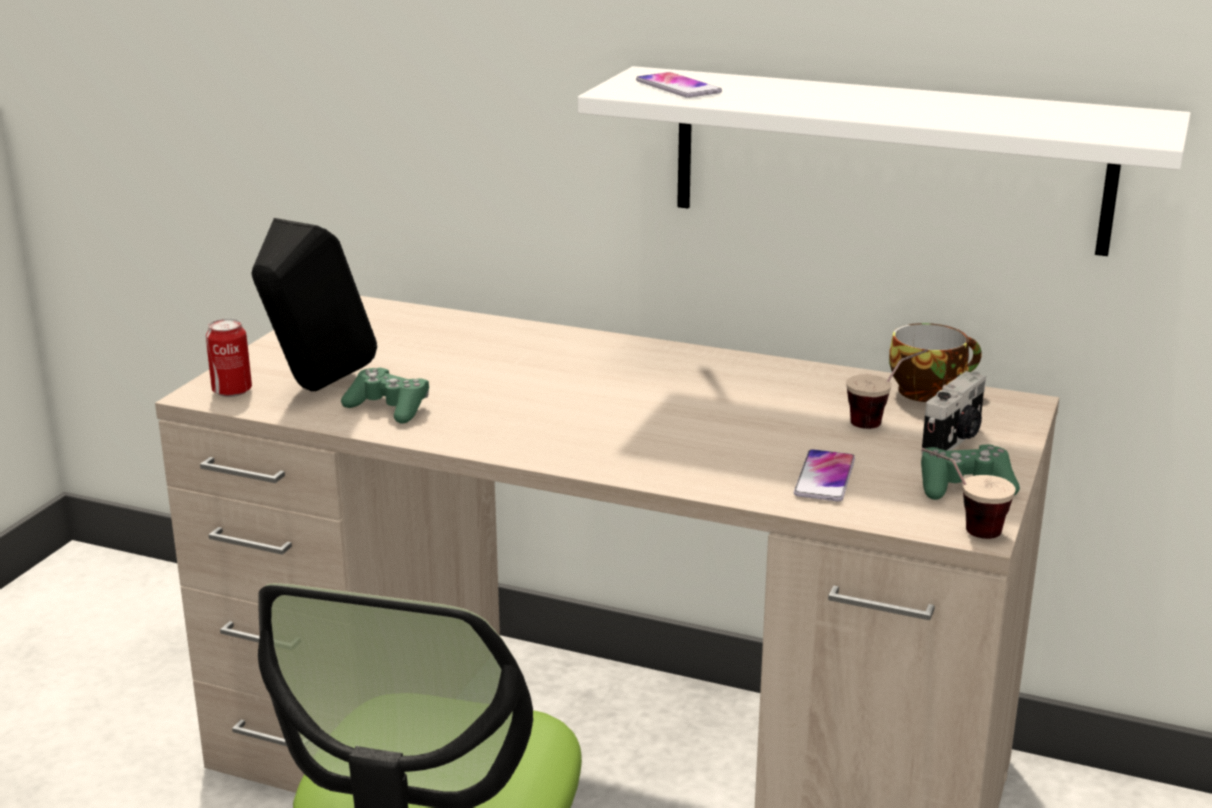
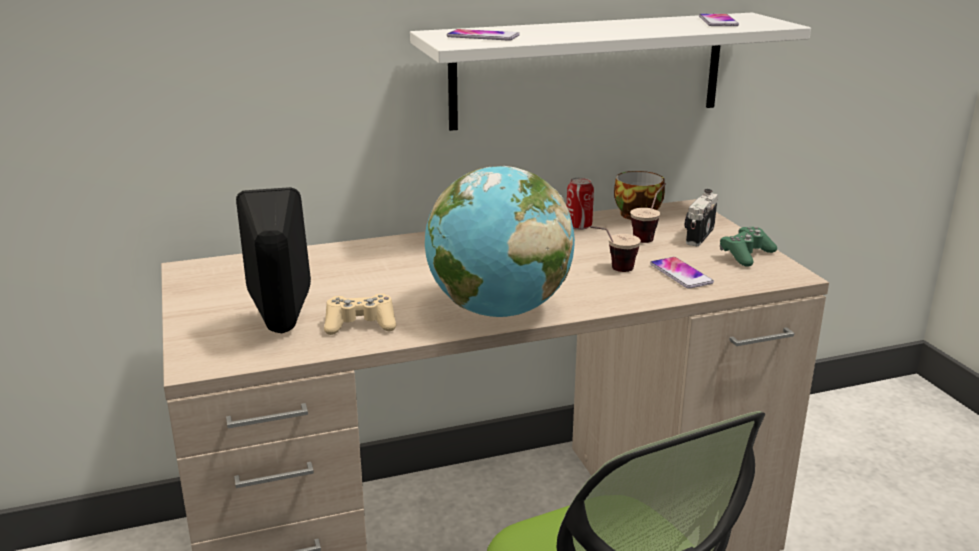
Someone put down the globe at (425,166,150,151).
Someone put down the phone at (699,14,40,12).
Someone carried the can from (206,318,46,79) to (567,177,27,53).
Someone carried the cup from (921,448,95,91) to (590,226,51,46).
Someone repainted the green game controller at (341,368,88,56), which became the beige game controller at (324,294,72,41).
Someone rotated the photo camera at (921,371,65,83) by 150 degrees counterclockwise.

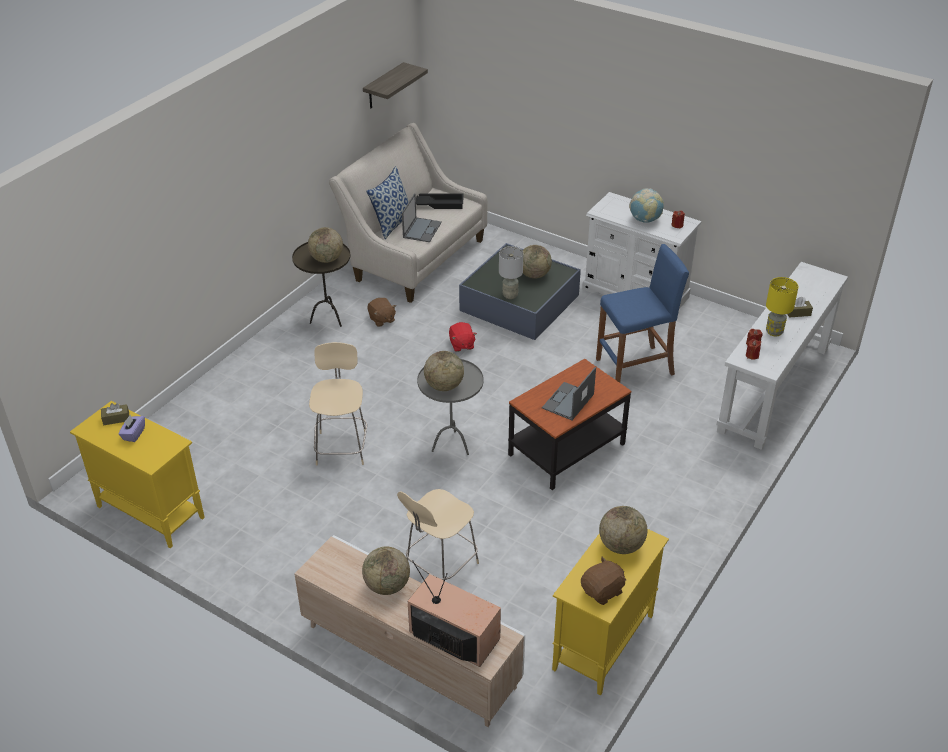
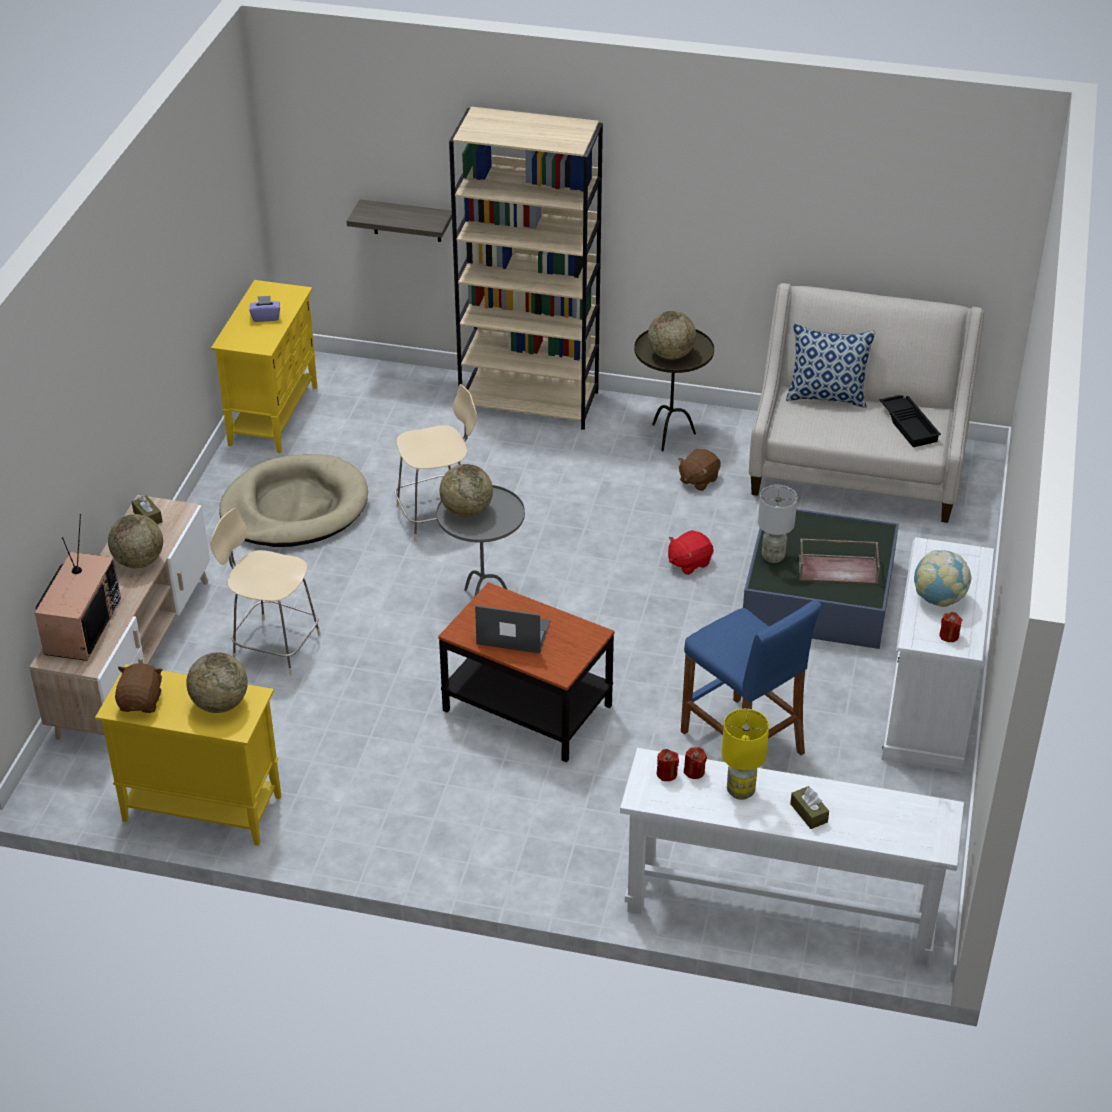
Someone took away the laptop at (402,193,40,49).
Someone put down the beige dog bed at (219,454,149,93).
Someone put down the beige bookcase at (449,106,154,324).
Someone carried the brown tissue box from (101,403,28,22) to (132,495,31,29).
Someone carried the shelf from (363,62,65,46) to (347,200,105,42).
Someone swapped the globe at (523,245,29,33) for the brown tray at (798,539,82,45).
Someone rotated the brown plush toy at (581,557,45,48) by 120 degrees counterclockwise.

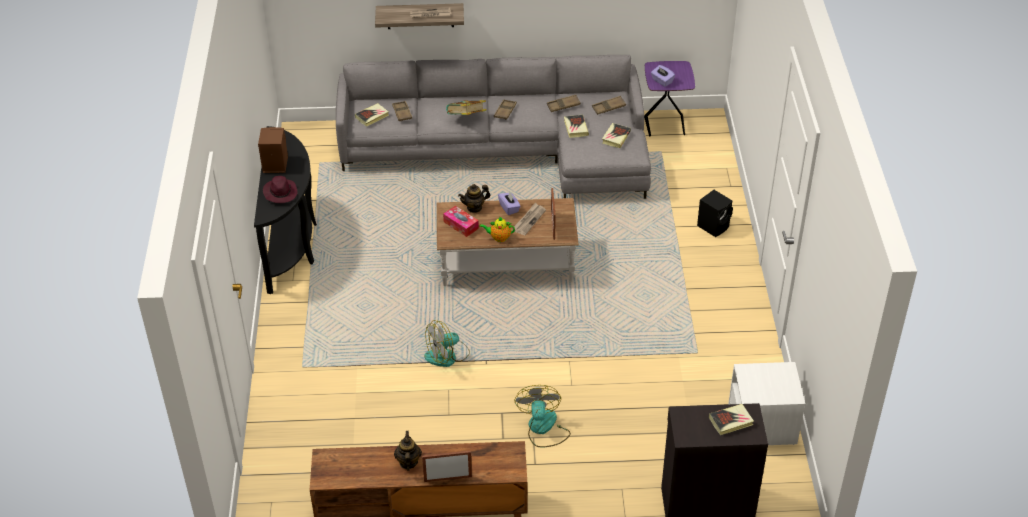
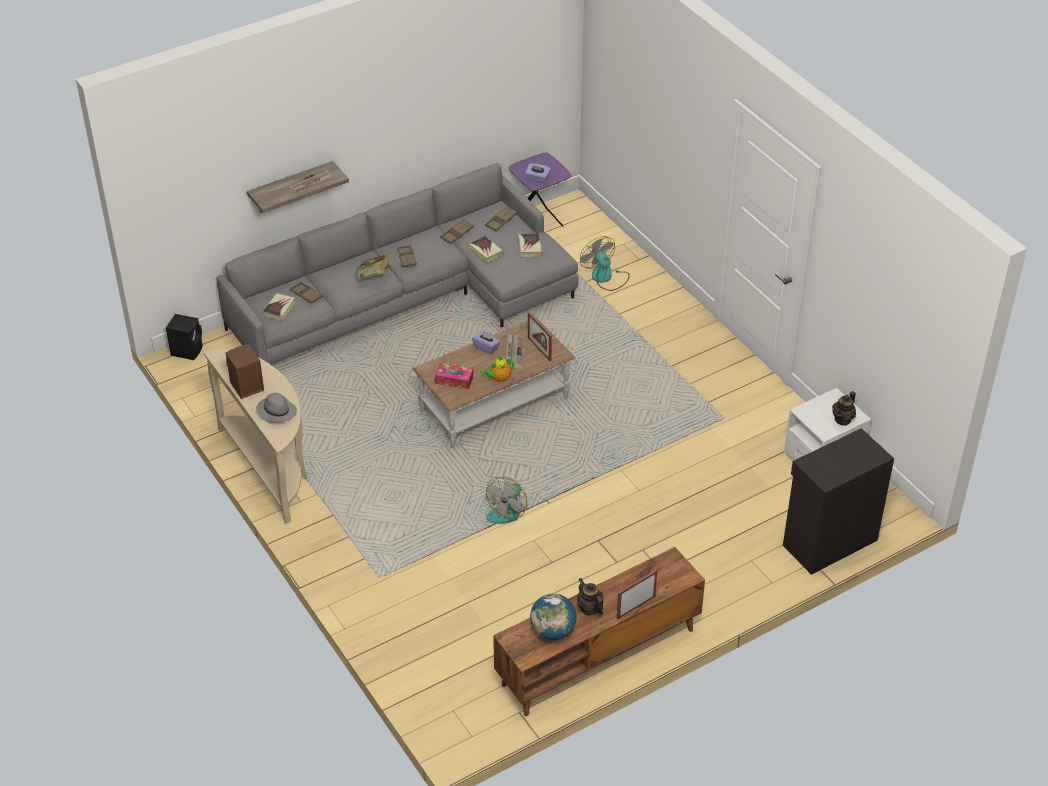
Someone took away the book at (709,404,45,31).
Someone put down the globe at (530,593,47,47).
Someone carried the teapot from (458,184,32,29) to (832,391,24,35).
Someone carried the fan from (515,385,56,62) to (580,236,50,55).
Someone carried the black speaker from (697,190,36,47) to (166,314,37,46).
Someone repainted the black console table at (254,126,63,168), which became the beige console table at (204,350,104,174).
Someone repainted the purple hat at (263,176,35,27), which became the grey hat at (256,393,41,30).

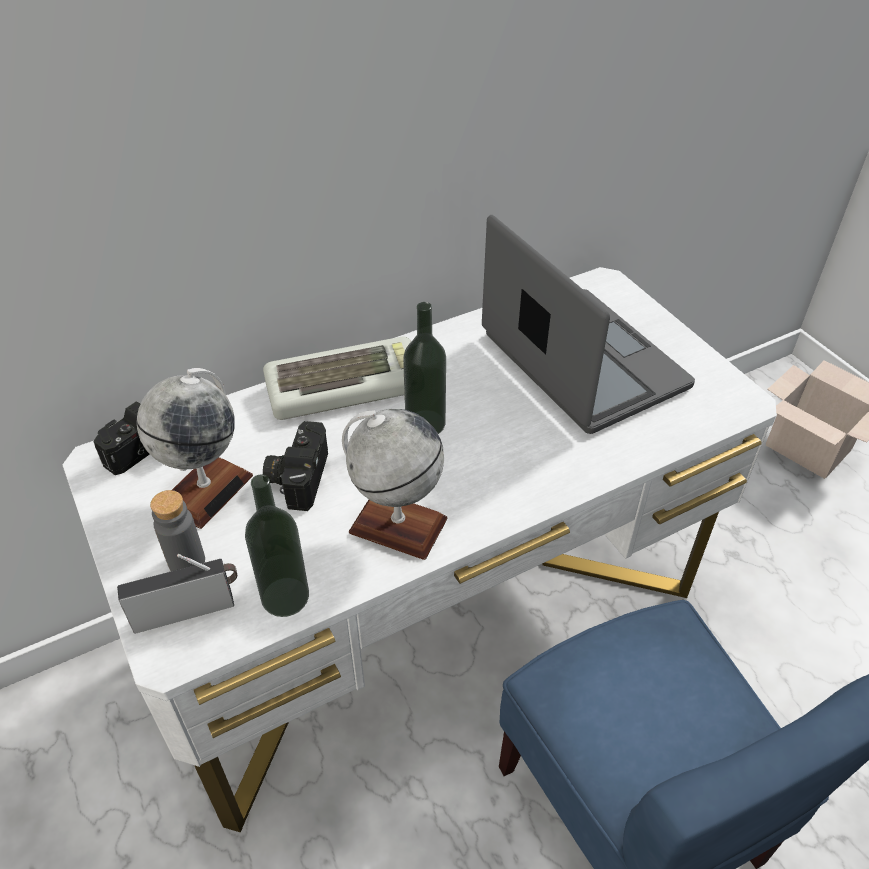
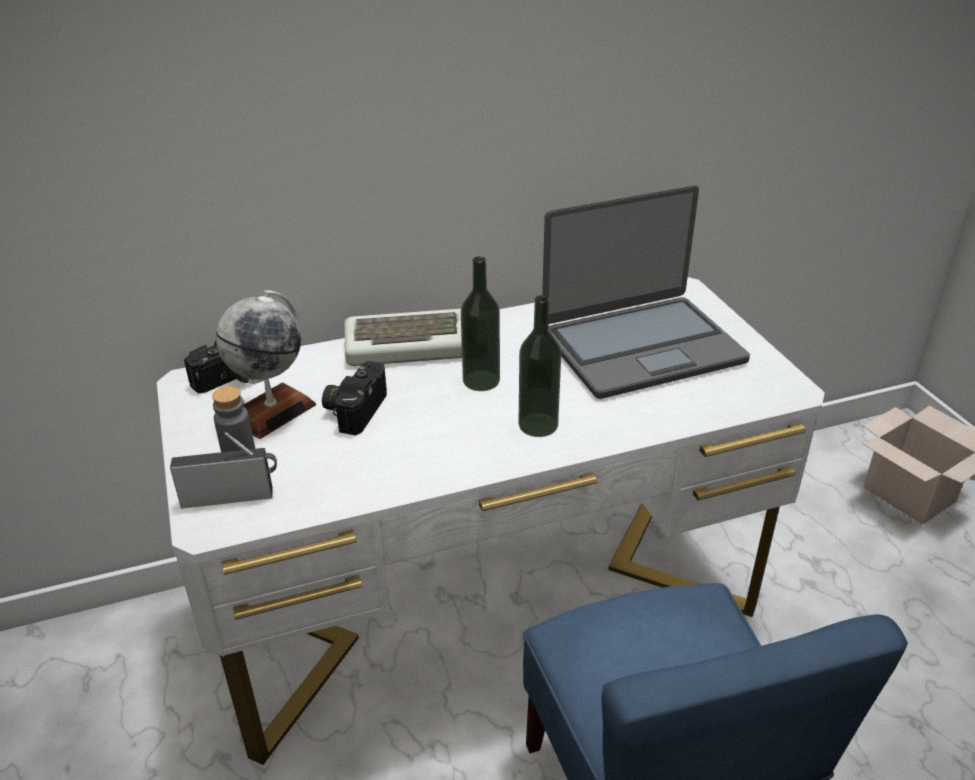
Someone took away the globe at (342,409,106,151).
Someone carried the bottle from (245,474,64,143) to (518,295,43,142).
Someone rotated the laptop at (482,215,213,219) by 90 degrees clockwise.

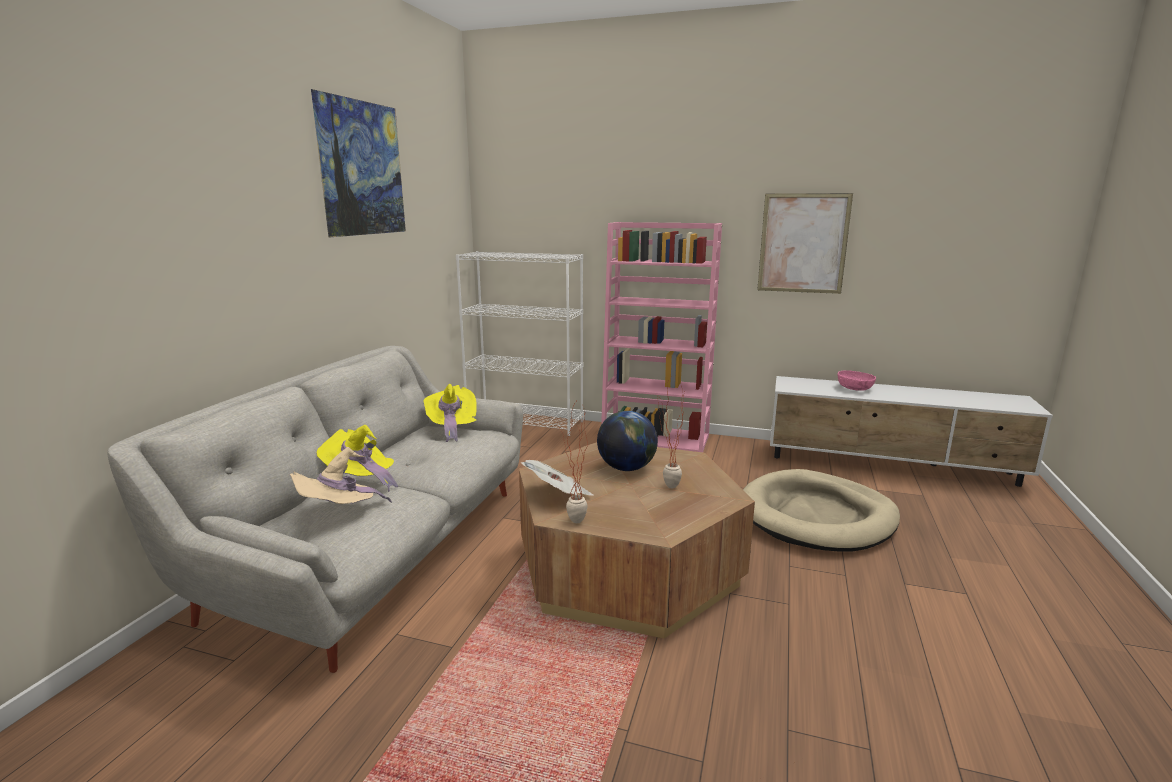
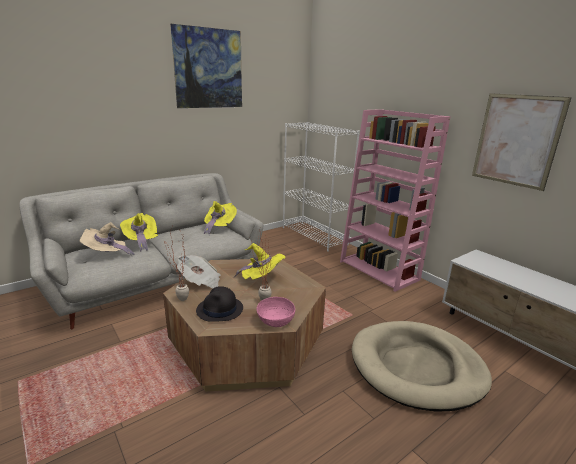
Someone put down the black hat at (196,286,47,35).
Someone carried the pink bowl from (837,370,39,21) to (257,297,38,30).
Someone swapped the globe at (597,411,61,60) for the yellow hat at (234,243,52,37).

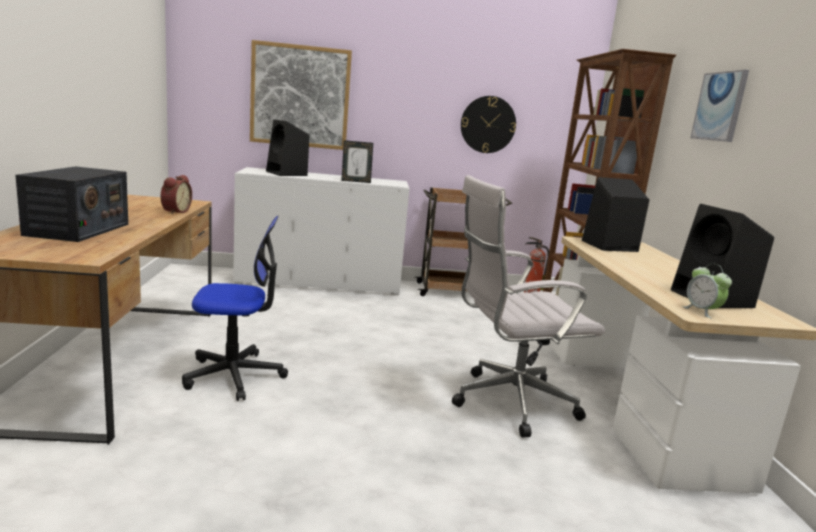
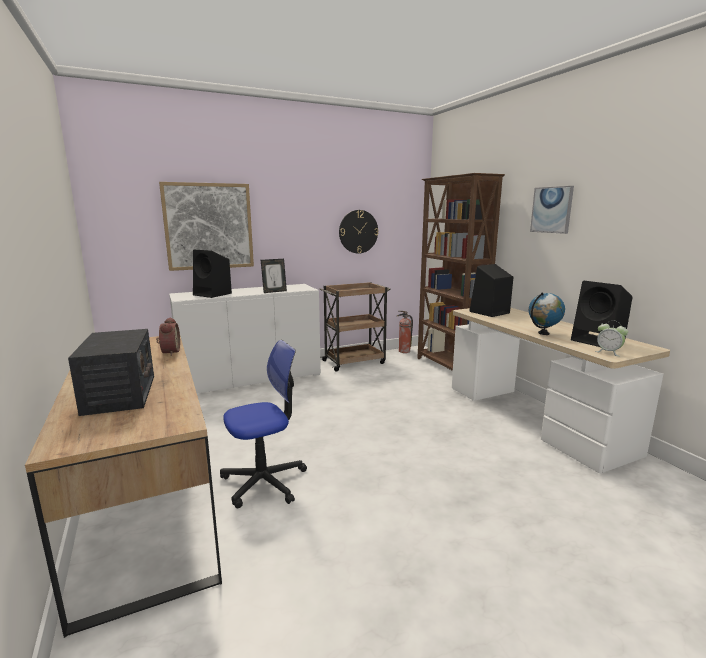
Someone took away the white office chair at (452,175,153,263).
Someone put down the globe at (529,292,36,43).

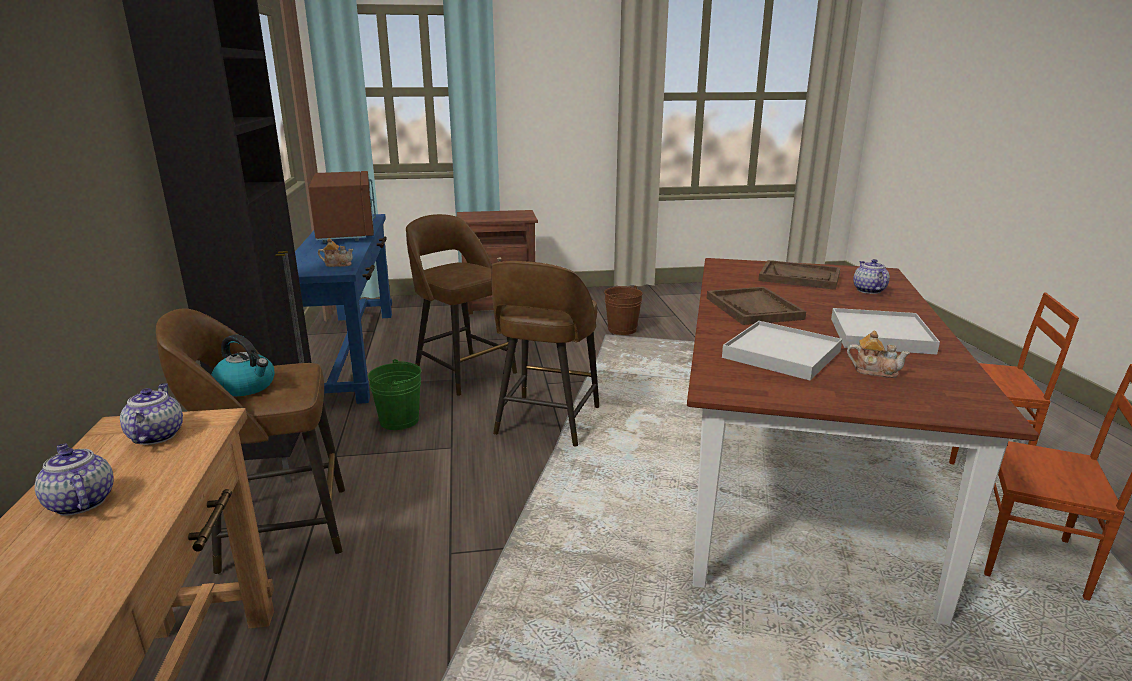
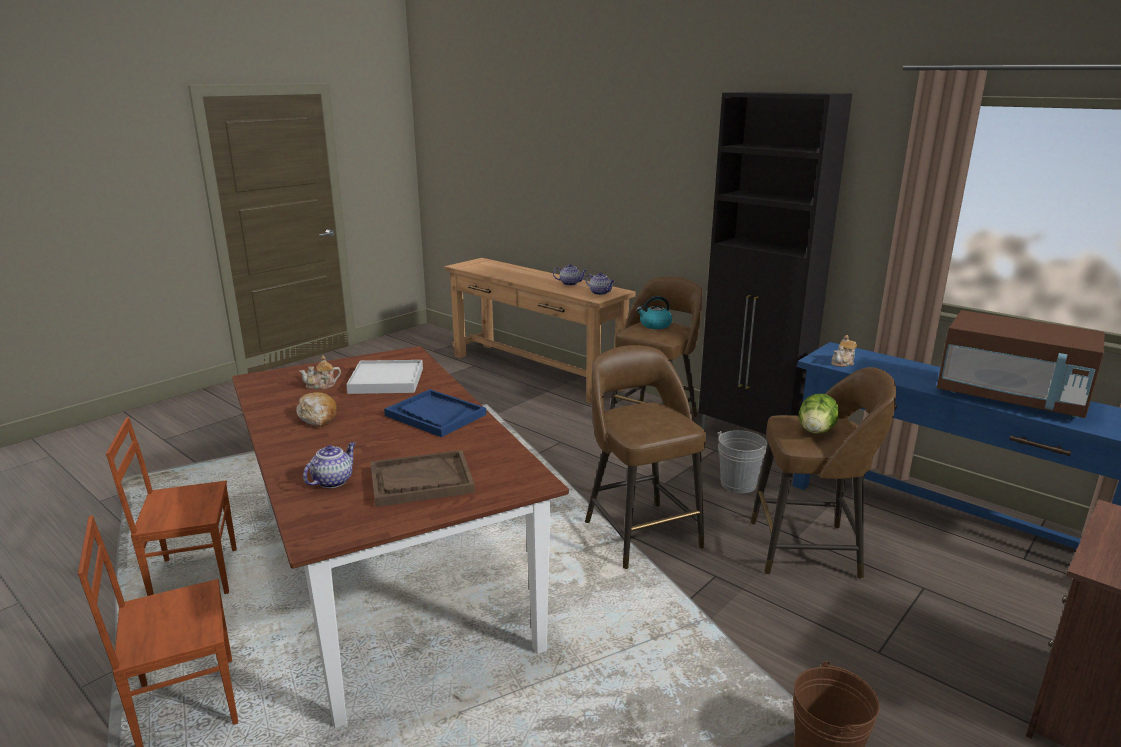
Someone put down the lettuce at (799,394,40,40).
Someone swapped the white tray at (831,308,109,47) for the bread at (296,392,41,35).
Someone repainted the green bucket at (368,359,53,71), which became the grey bucket at (717,430,50,63).
Someone repainted the brown tray at (707,287,99,38), which became the blue tray at (384,389,102,48).
Someone rotated the teapot at (853,259,37,35) by 105 degrees counterclockwise.

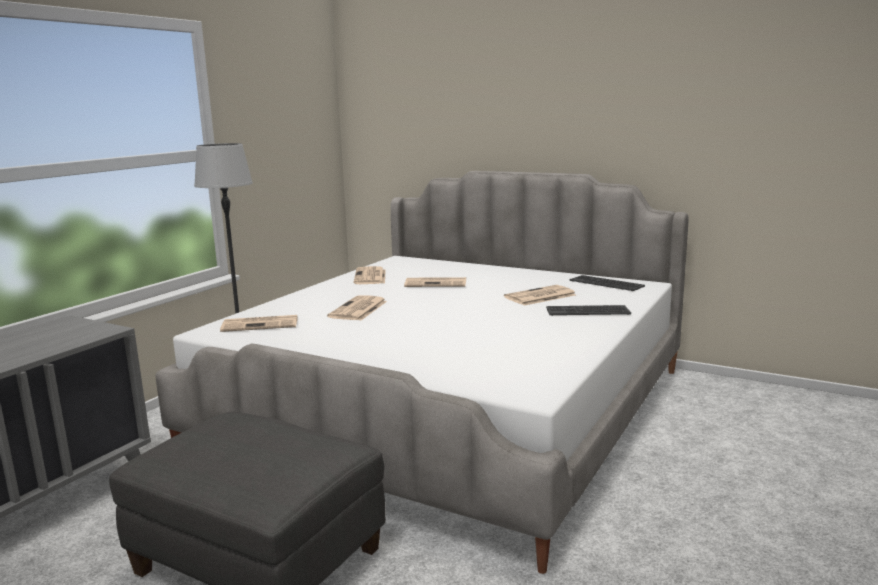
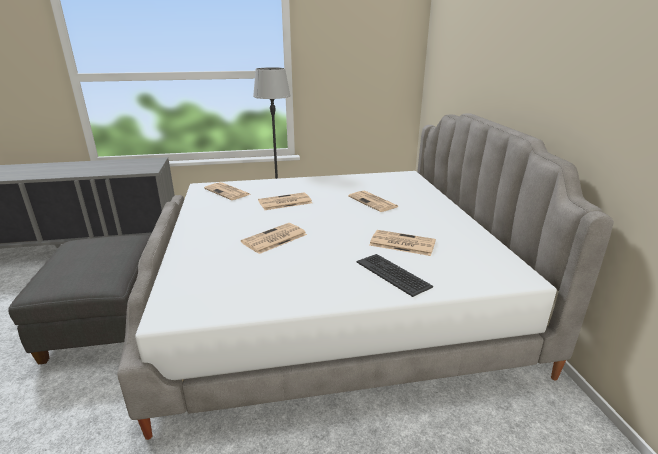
Someone took away the keyboard at (570,275,75,16).
Someone carried the newspaper from (354,266,32,18) to (241,223,66,31).

